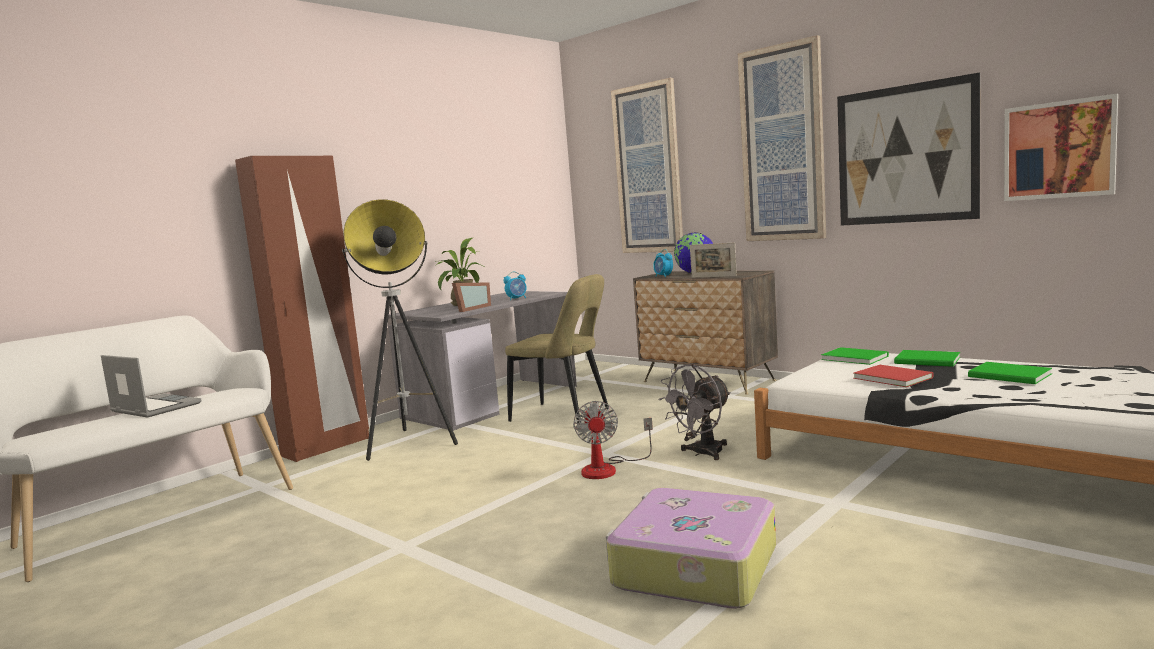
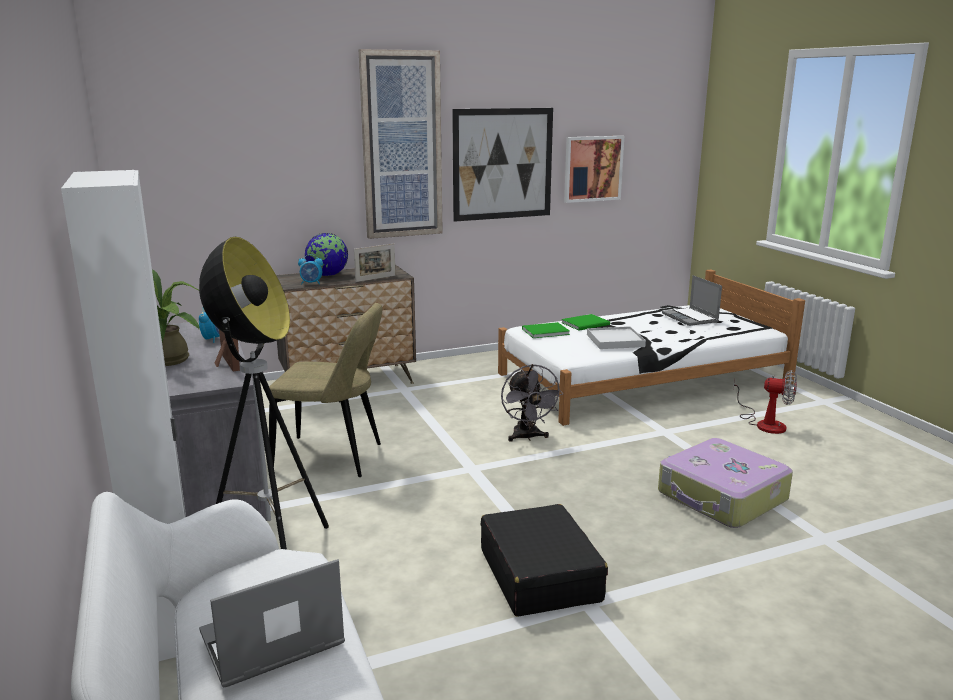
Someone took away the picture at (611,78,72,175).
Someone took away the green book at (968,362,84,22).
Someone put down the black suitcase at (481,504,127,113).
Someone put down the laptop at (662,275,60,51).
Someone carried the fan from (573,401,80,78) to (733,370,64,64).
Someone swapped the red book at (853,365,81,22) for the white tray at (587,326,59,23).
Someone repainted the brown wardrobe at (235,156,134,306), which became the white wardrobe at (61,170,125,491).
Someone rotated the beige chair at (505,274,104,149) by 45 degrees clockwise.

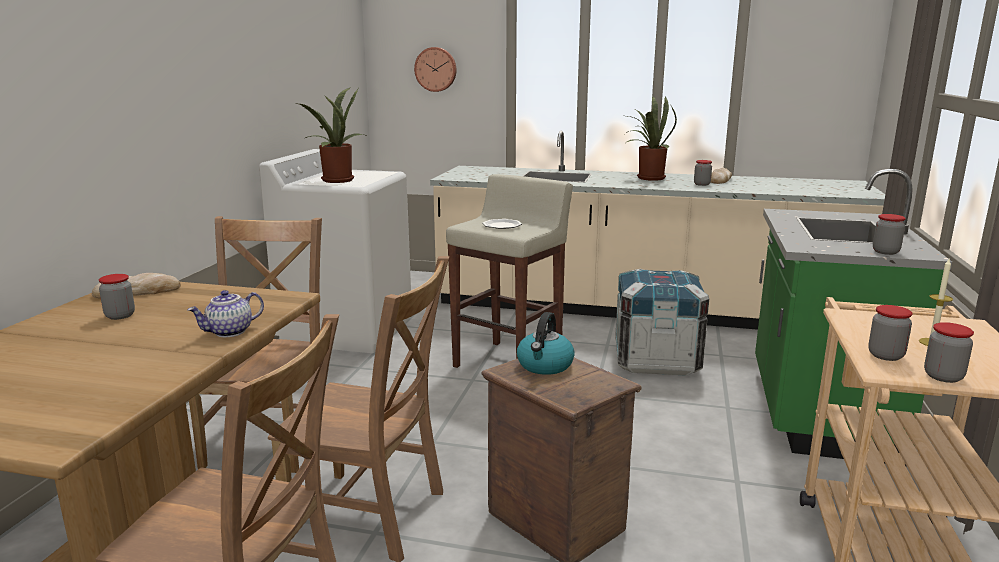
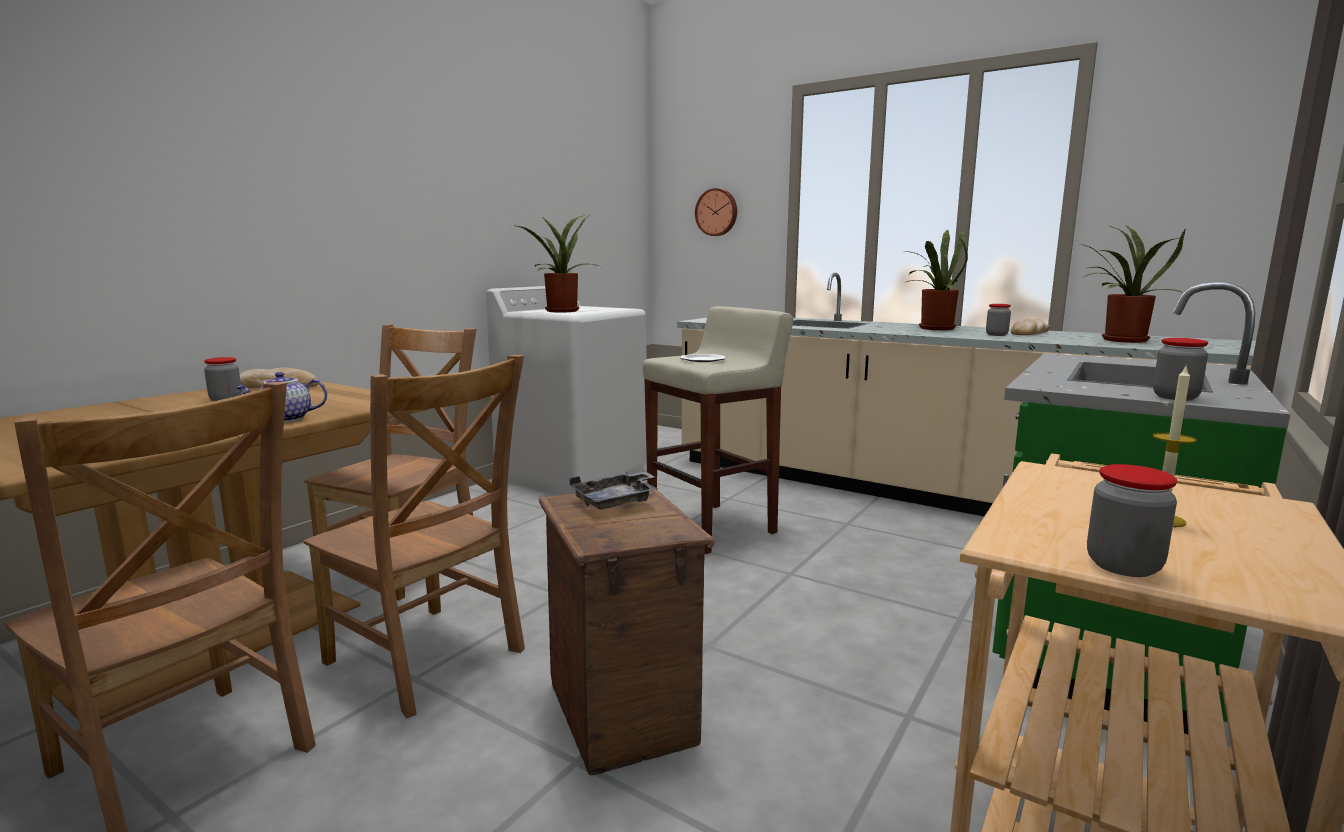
Someone took away the crate at (615,269,94,107).
Someone took away the jar at (868,305,44,56).
Someone put down the potted plant at (1080,226,105,117).
Someone swapped the kettle at (517,312,58,63) for the grey tray at (570,472,88,37).

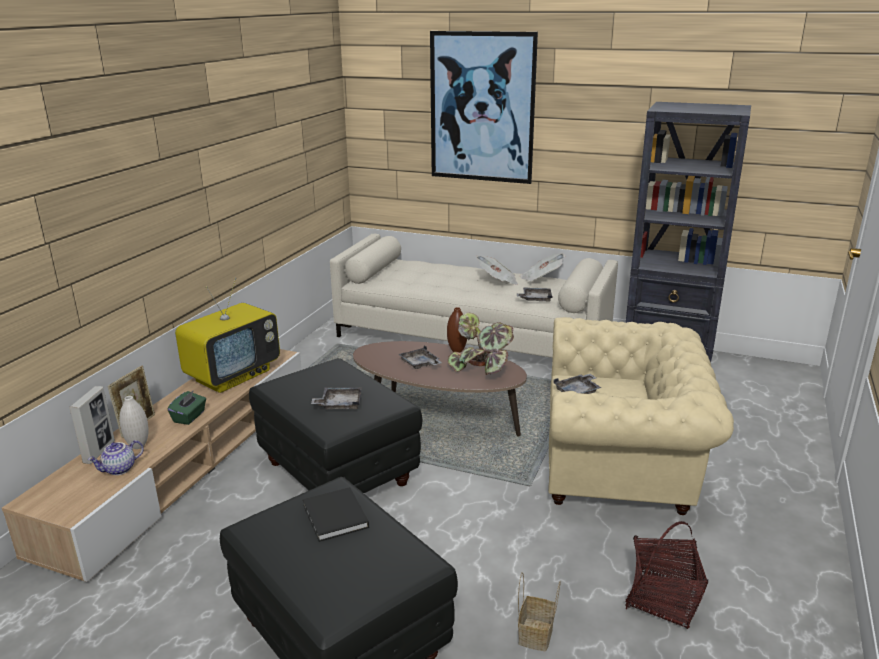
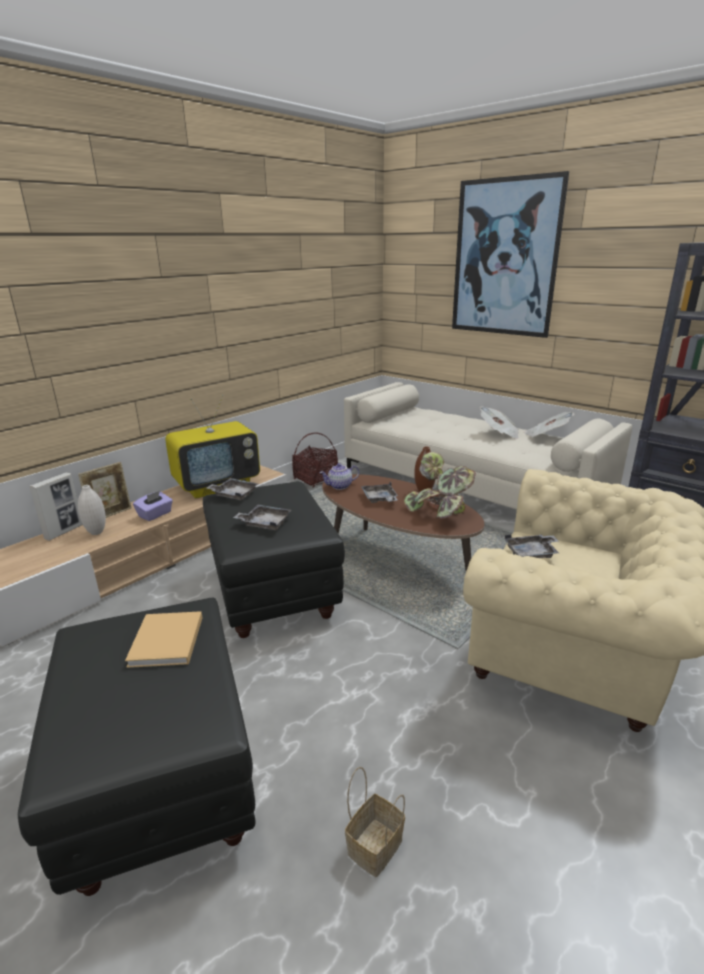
Someone carried the teapot from (88,440,56,35) to (320,463,39,27).
Someone carried the grey tray from (517,287,36,15) to (207,478,51,22).
Someone carried the basket from (625,521,83,108) to (292,432,46,56).
Someone repainted the green tissue box at (167,390,39,35), which became the purple tissue box at (133,491,40,30).
Someone repainted the black book at (303,487,66,55), which became the beige book at (125,611,77,57).

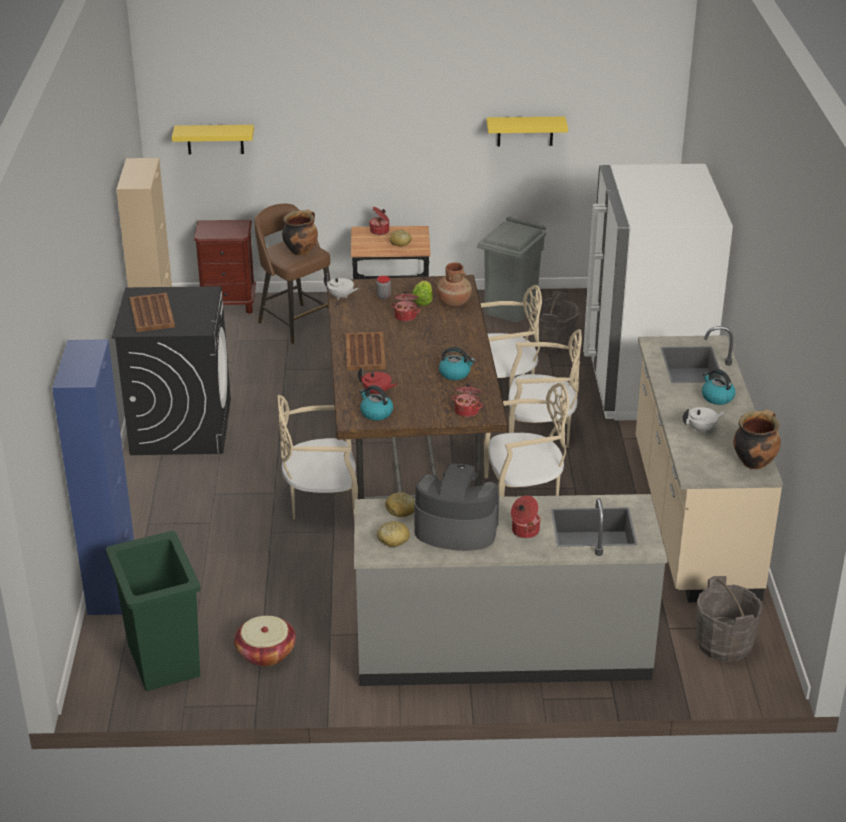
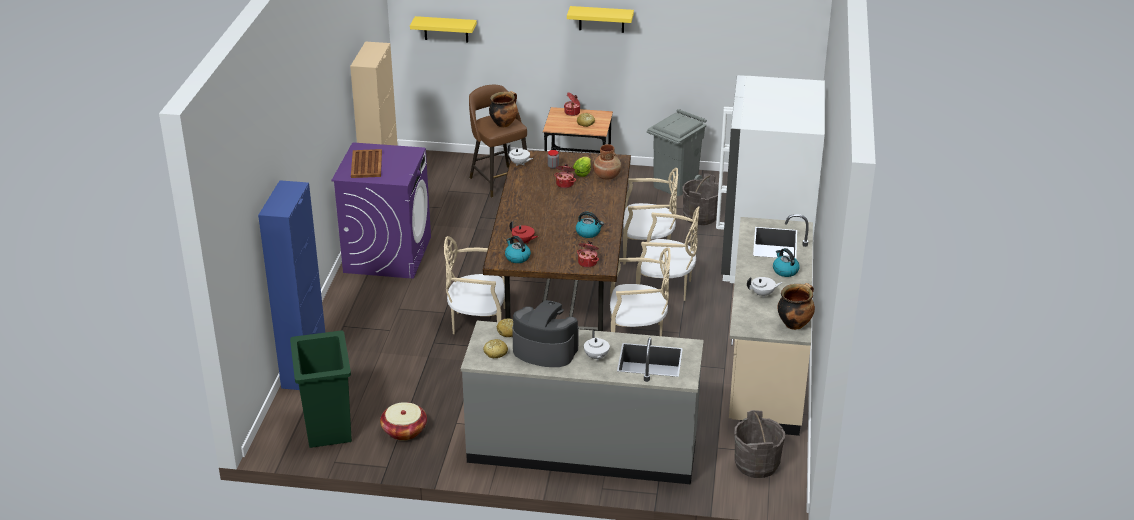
Someone took away the brown nightstand at (194,220,62,94).
Someone took away the brown tray at (345,332,41,38).
Someone carried the yellow shelf from (487,117,81,29) to (567,6,67,27).
Someone swapped the cooking pot at (511,496,29,42) for the white teapot at (584,330,26,31).
Someone repainted the black washing machine at (112,286,119,169), which became the purple washing machine at (331,142,100,137).

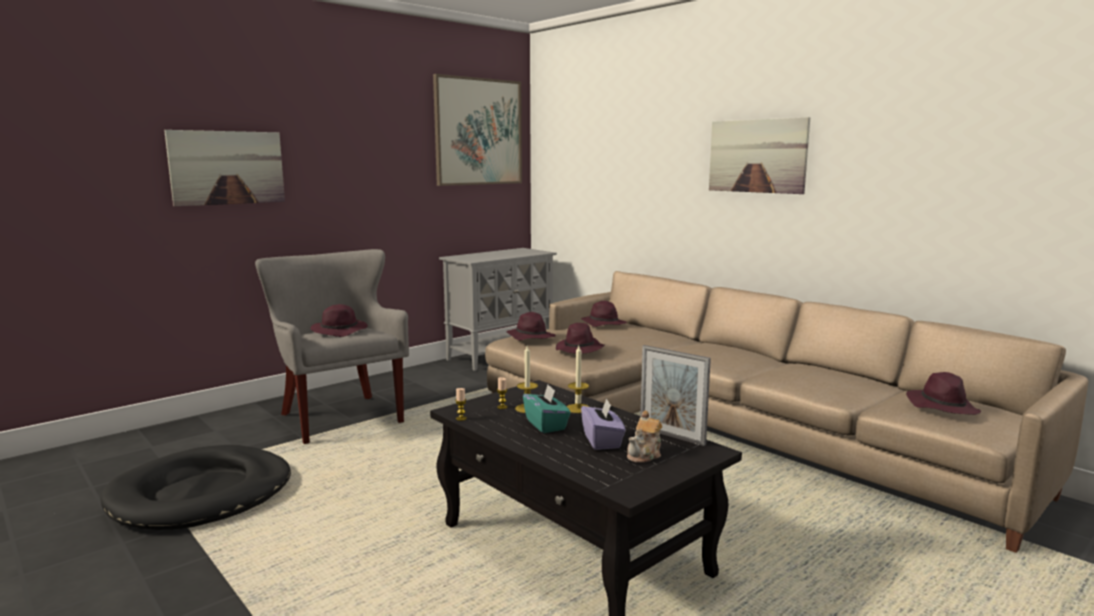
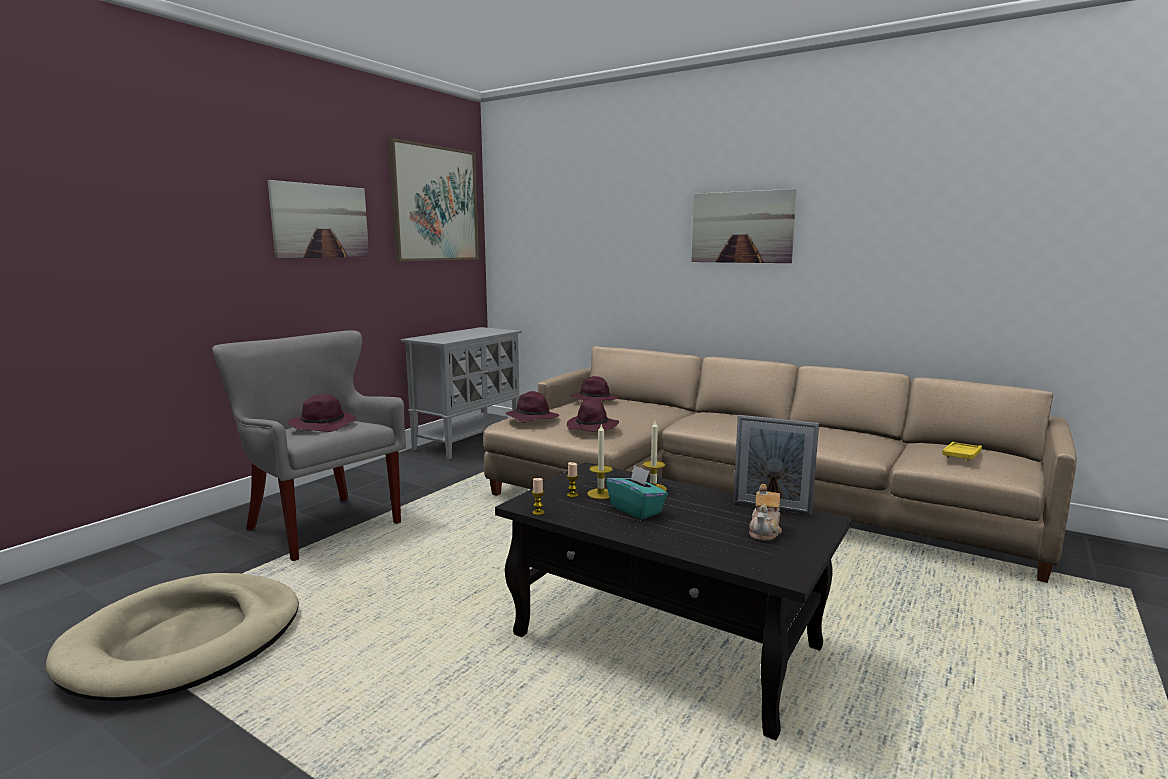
Someone took away the purple tissue box at (581,398,45,52).
Someone carried the picture from (164,130,121,76) to (268,180,101,78).
Someone swapped the purple hat at (906,372,75,43) for the yellow tray at (942,442,40,19).
Someone repainted the black dog bed at (100,445,191,85), which became the beige dog bed at (46,573,253,128).

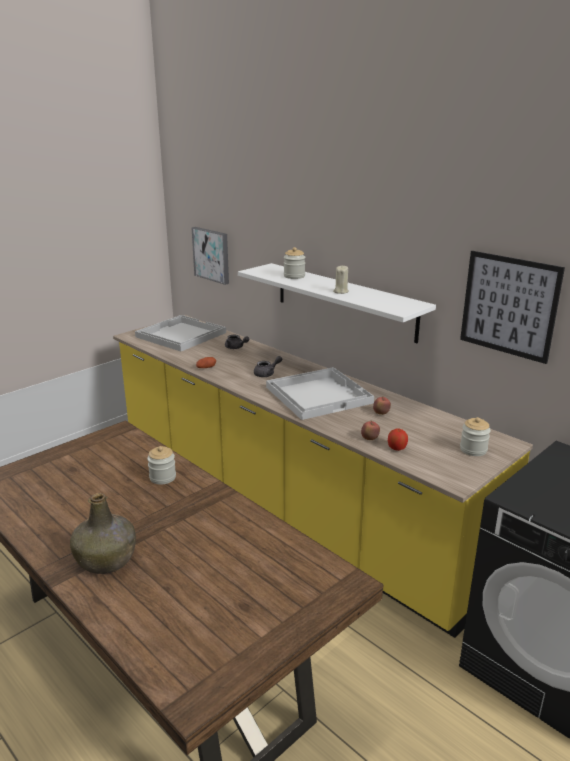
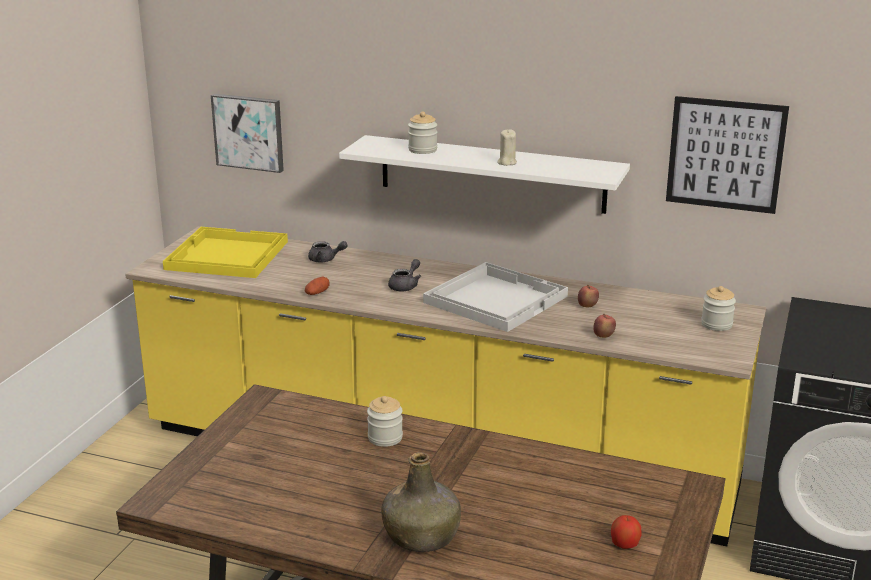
Someone carried the apple from (388,428,20,23) to (611,515,31,34).
Someone repainted the white tray at (135,315,91,36), which became the yellow tray at (163,227,125,51).

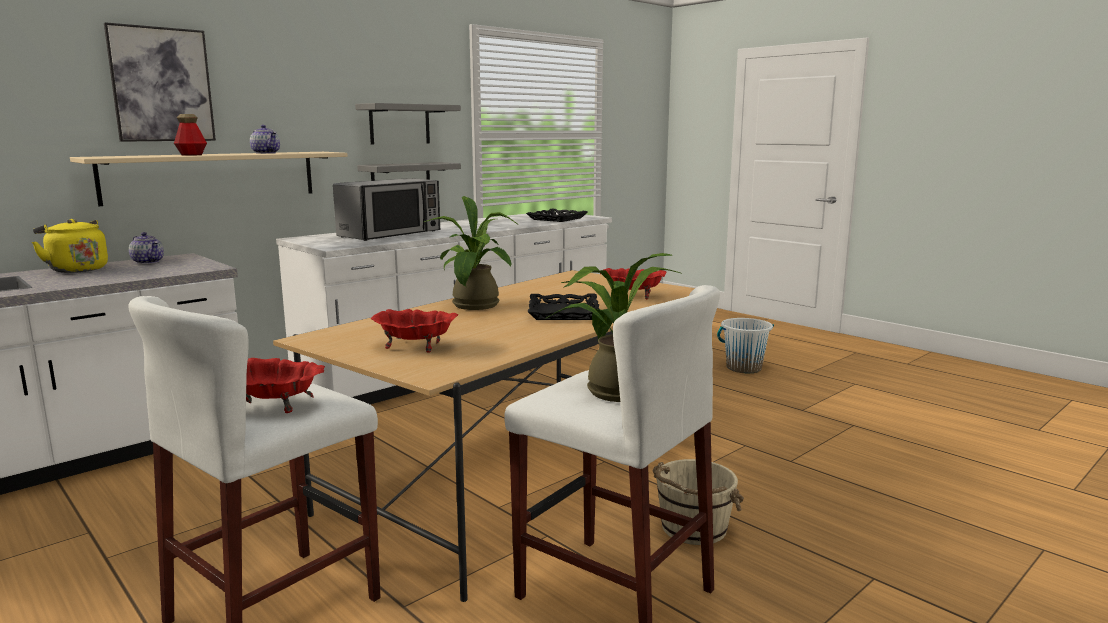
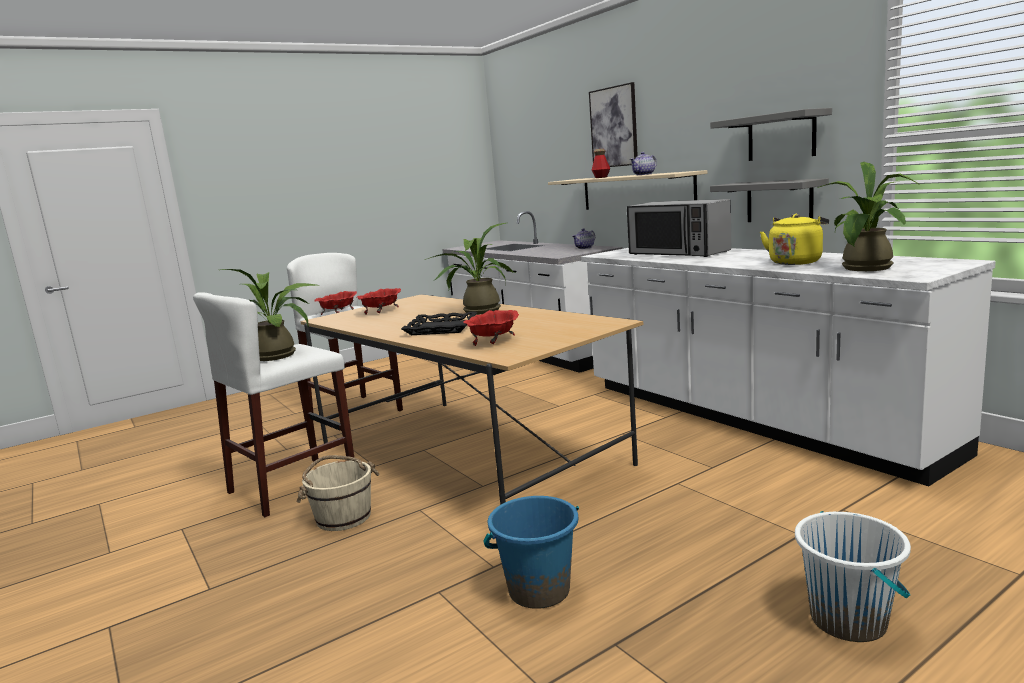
Someone put down the blue bucket at (483,496,96,113).
Someone carried the yellow kettle from (32,219,76,54) to (760,214,69,51).
Someone swapped the black tray at (526,209,62,13) for the potted plant at (818,162,102,109).

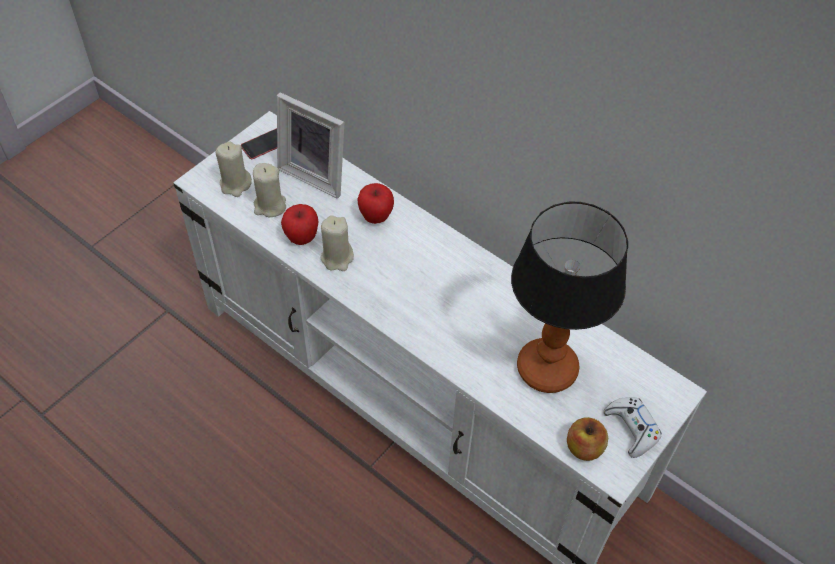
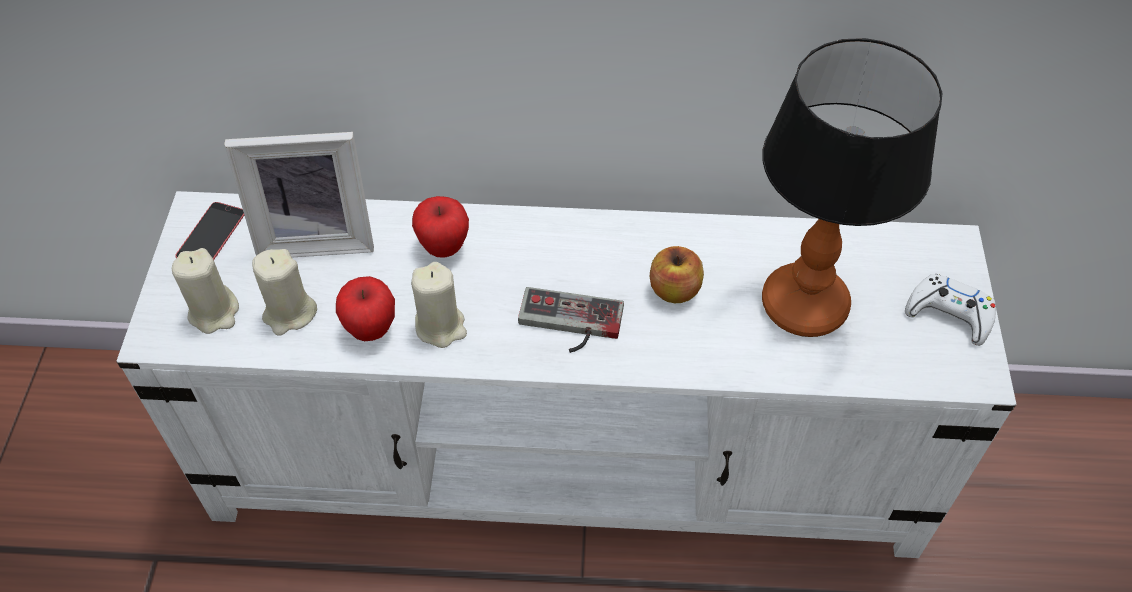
Someone put down the game controller at (518,287,106,66).
Someone carried the apple from (567,417,41,44) to (650,246,54,57).

